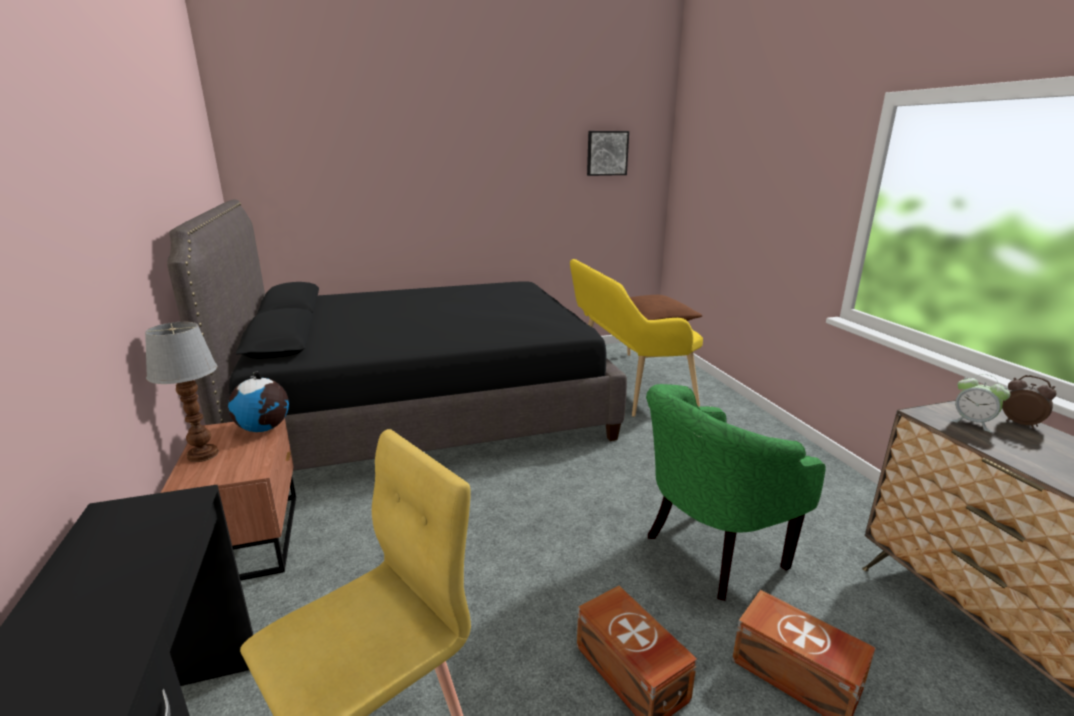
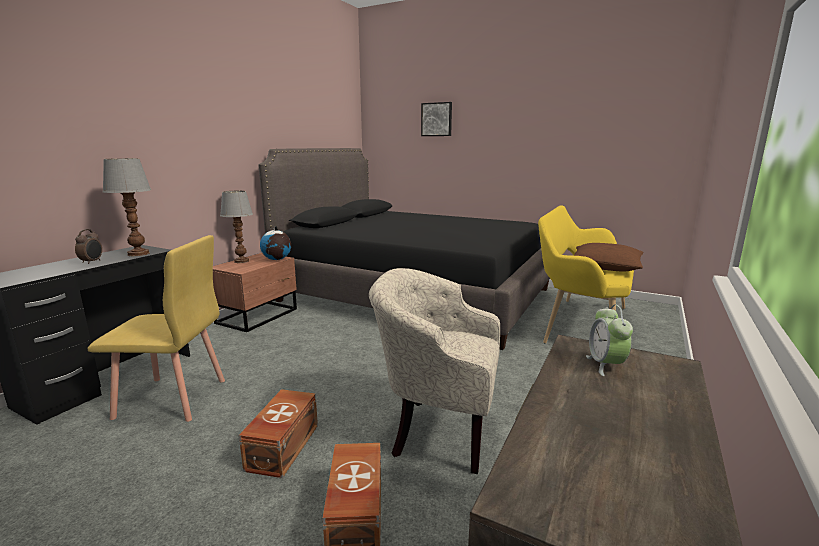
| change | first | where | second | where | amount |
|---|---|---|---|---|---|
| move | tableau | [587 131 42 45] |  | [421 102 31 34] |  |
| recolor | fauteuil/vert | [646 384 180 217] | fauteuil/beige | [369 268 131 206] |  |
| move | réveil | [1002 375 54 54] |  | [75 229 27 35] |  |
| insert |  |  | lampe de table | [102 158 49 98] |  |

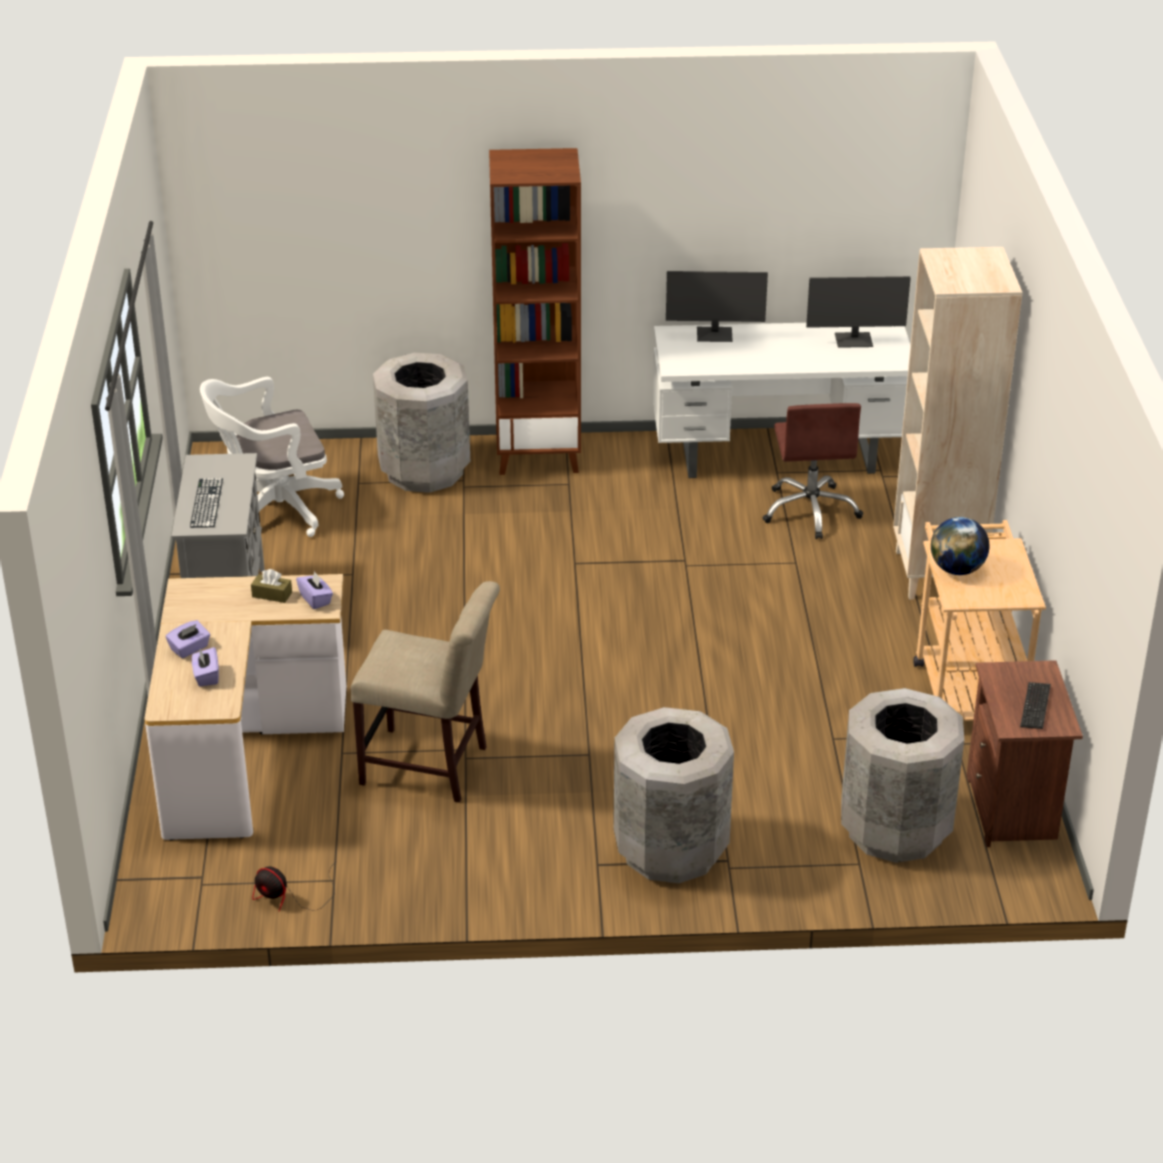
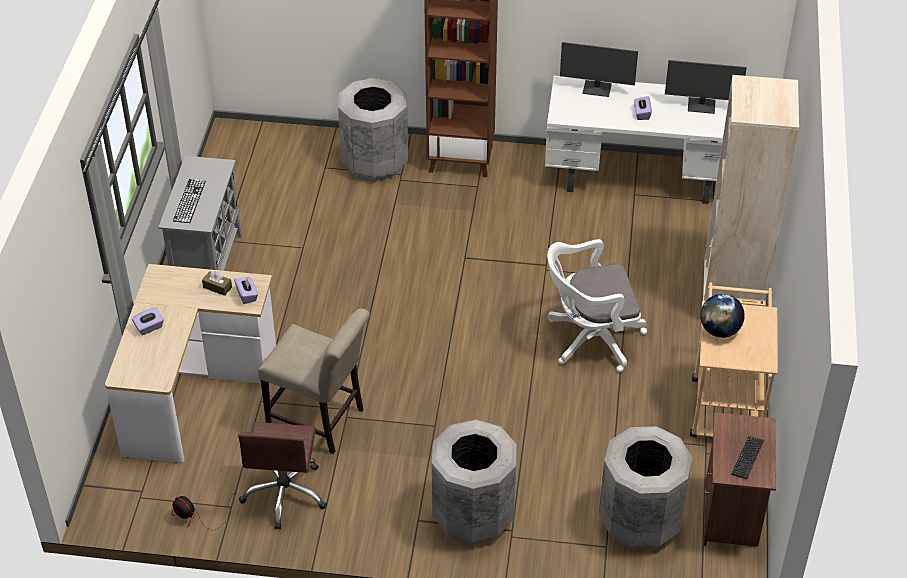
| change | first | where | second | where | amount |
|---|---|---|---|---|---|
| move | boîte à mouchoirs/violet | [192 647 27 39] |  | [634 96 18 24] |  |
| move | chaise de bureau/blanc | [200 377 144 160] |  | [547 239 100 133] |  |
| move | chaise de bureau/marron | [763 403 100 136] |  | [238 422 89 108] |  |

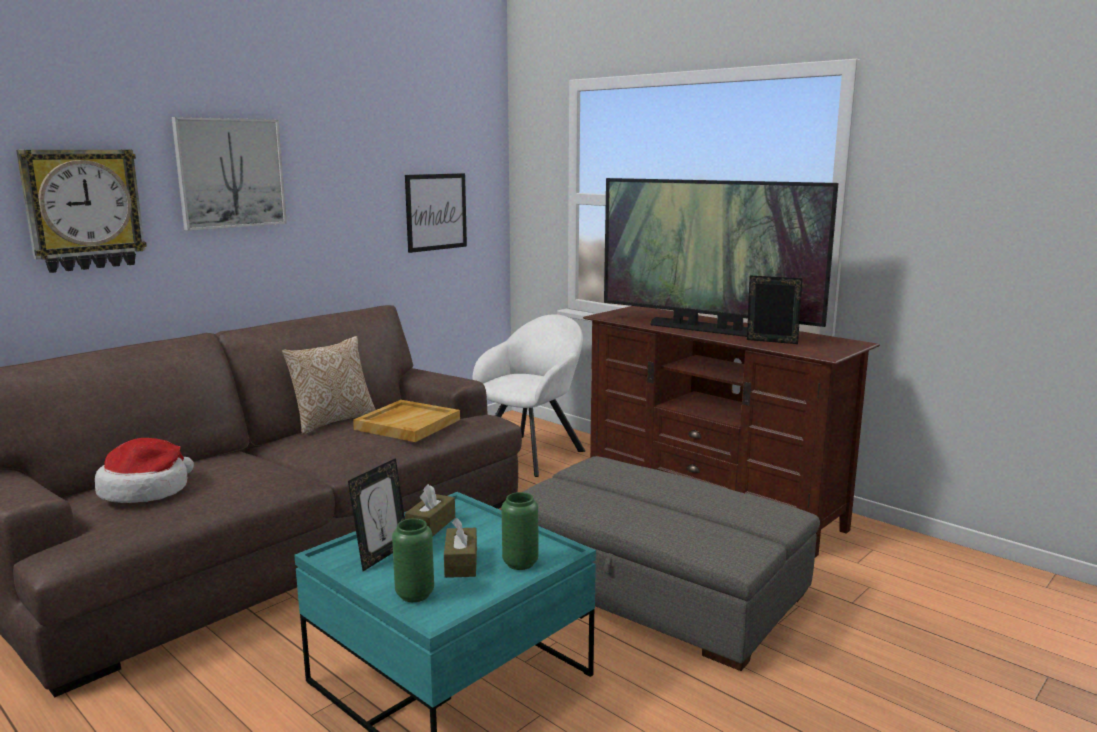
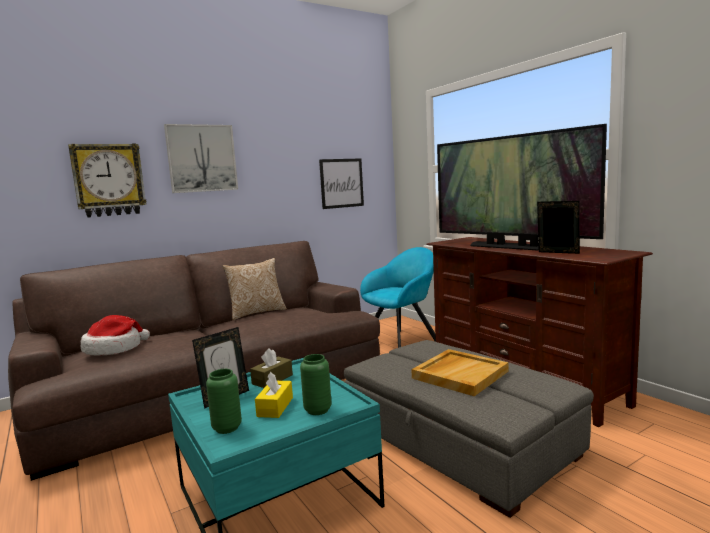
| change | first | where | second | where | amount |
|---|---|---|---|---|---|
| move | plateau/beige | [353 400 107 42] |  | [411 349 97 47] |  |
| recolor | boîte à mouchoirs/marron | [444 518 33 60] | boîte à mouchoirs/jaune | [255 372 38 46] |  |
| recolor | fauteuil/blanc | [472 314 113 163] | fauteuil/turquoise | [360 247 76 101] |  |

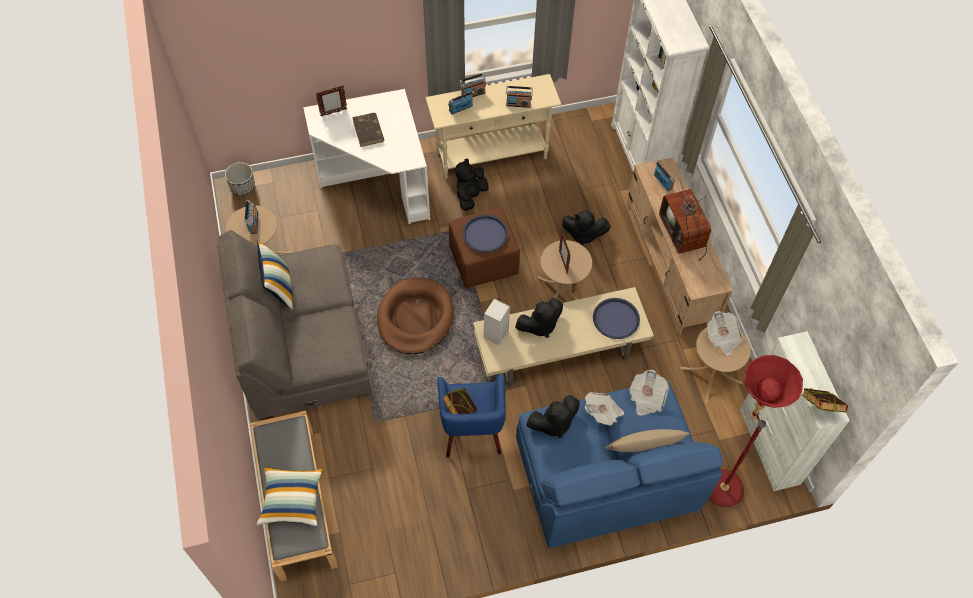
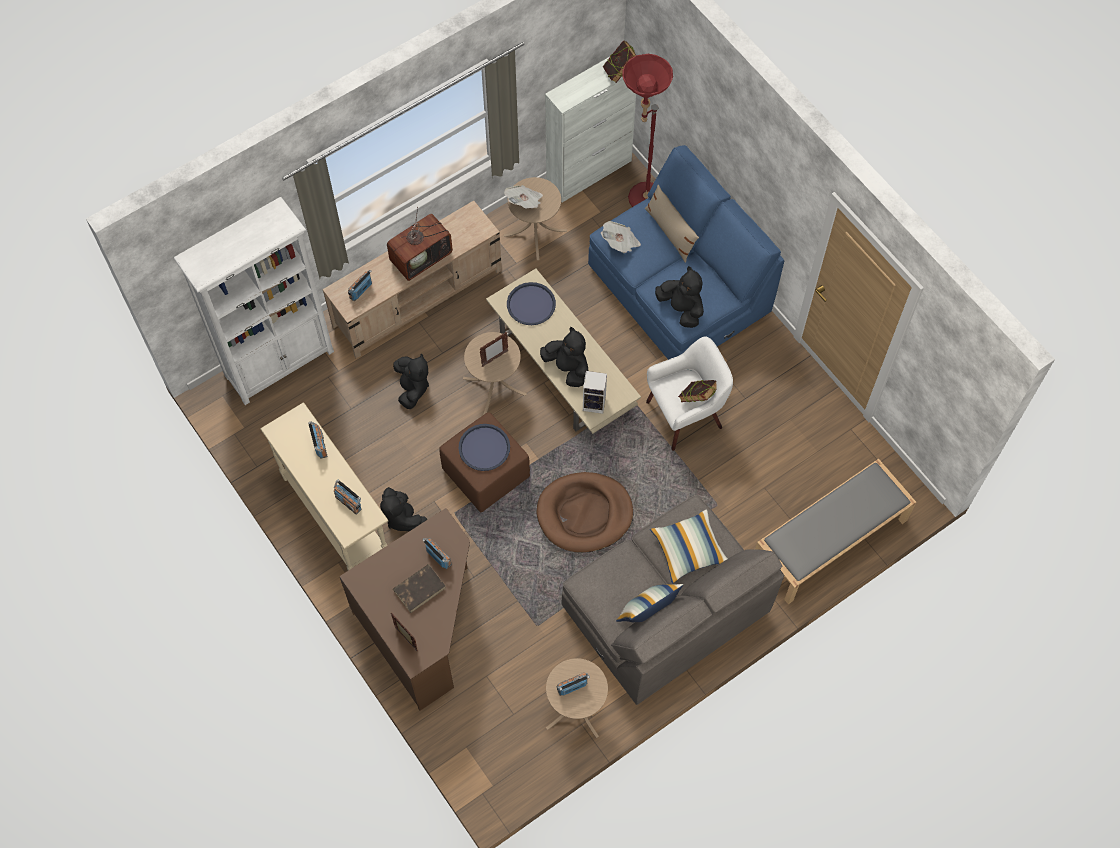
| change | first | where | second | where | amount |
|---|---|---|---|---|---|
| delete | cache-pot | [225 162 30 33] |  |  |  |
| move | coussin | [257 467 66 59] |  | [650 509 78 75] |  |
| recolor | bureau/blanc | [303 89 127 135] | bureau/marron | [339 508 131 203] |  |
| recolor | fauteuil/bleu | [437 374 69 83] | fauteuil/blanc | [646 336 87 115] |  |
| rotate | peluche/noir | [455 159 34 52] |  | [380 487 47 44] | 45 degrees clockwise |
| move | radio | [460 73 26 24] |  | [422 538 30 31] |  |
| delete | journal | [585 392 39 34] |  |  |  |

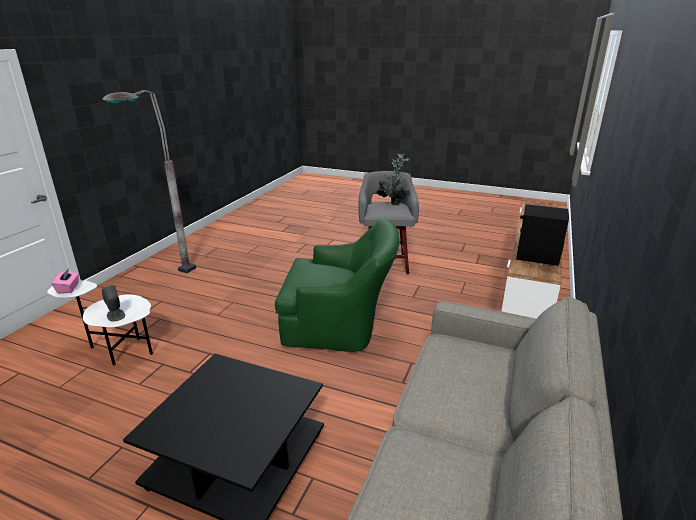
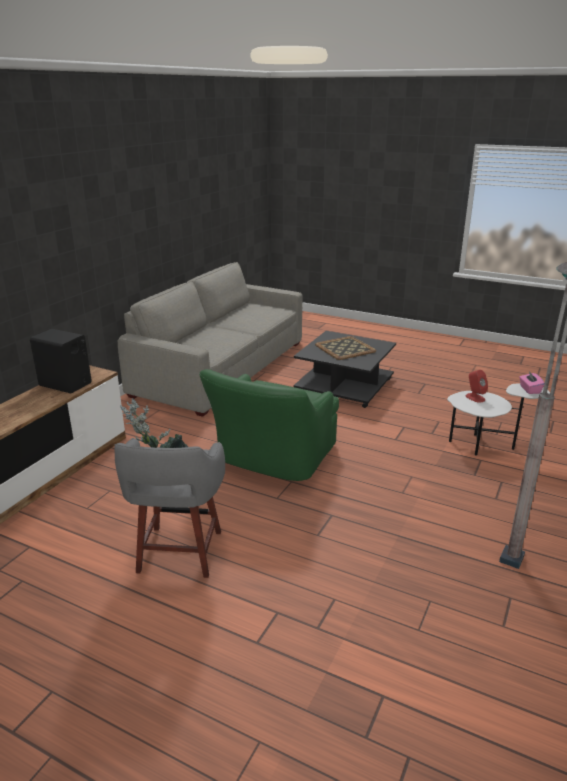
| change | first | where | second | where | amount |
|---|---|---|---|---|---|
| recolor | enceinte/gris | [102 285 23 37] | enceinte/rouge | [466 370 22 33] |  |
| rotate | fauteuil/vert | [275 219 125 133] |  | [199 369 140 112] | 75 degrees counterclockwise |
| insert |  |  | plateau | [315 336 61 24] |  |

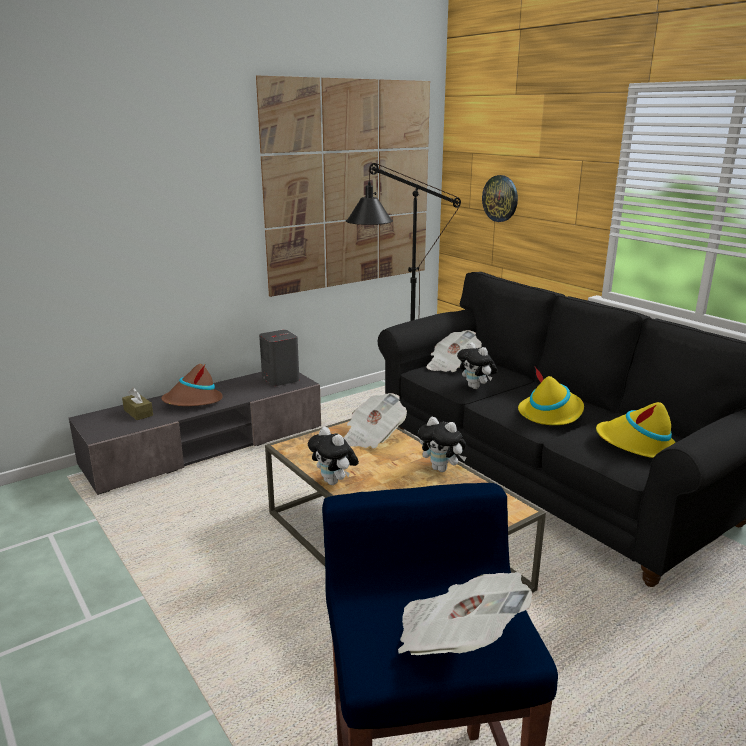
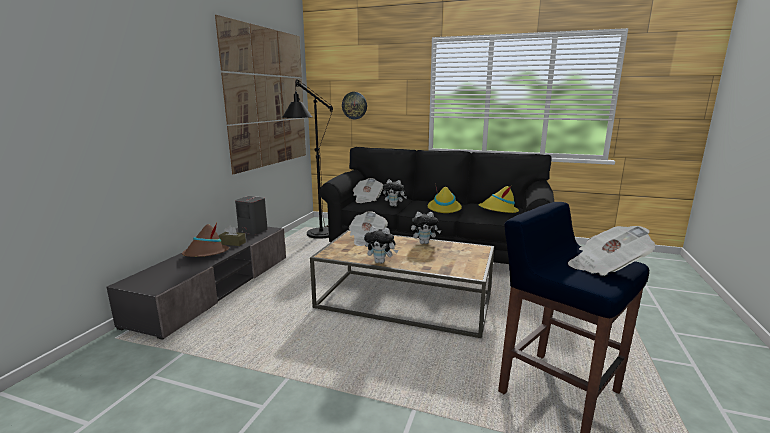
| change | first | where | second | where | amount |
|---|---|---|---|---|---|
| move | boîte à mouchoirs/marron | [122 388 31 32] |  | [219 225 27 21] |  |

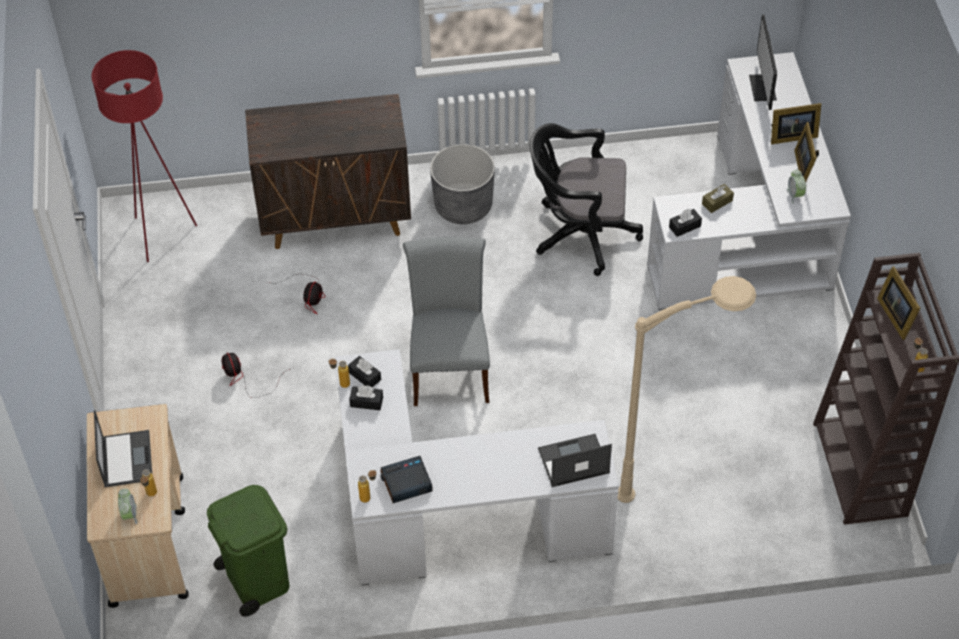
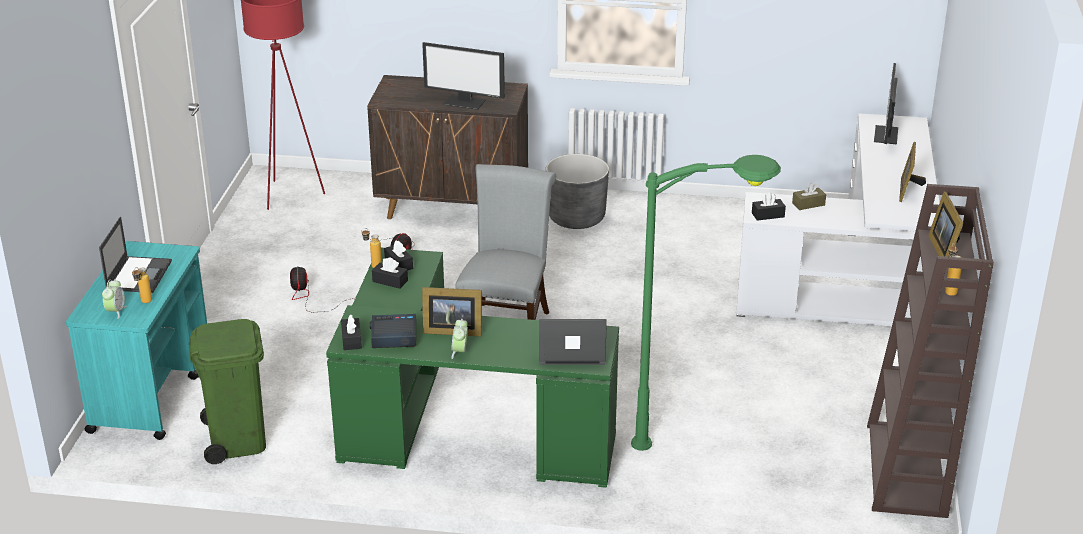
| change | first | where | second | where | amount |
|---|---|---|---|---|---|
| recolor | chariot/beige | [87 404 102 204] | chariot/turquoise | [66 241 141 199] |  |
| recolor | bureau/blanc | [335 349 284 237] | bureau/vert | [326 248 293 240] |  |
| replace | bouteille | [358 470 19 33] | boîte à mouchoirs/noir | [341 314 21 36] |  |
| delete | chaise de bureau/noir | [530 123 113 153] |  |  |  |
| recolor | lampadaire/beige | [618 276 138 227] | lampadaire/vert | [631 155 150 296] |  |
| move | cadre photo | [771 103 50 41] |  | [422 287 60 50] |  |
| move | réveil | [786 170 20 34] |  | [451 319 17 40] |  |
| insert |  |  | écran d'ordinateur | [422 42 83 68] |  |

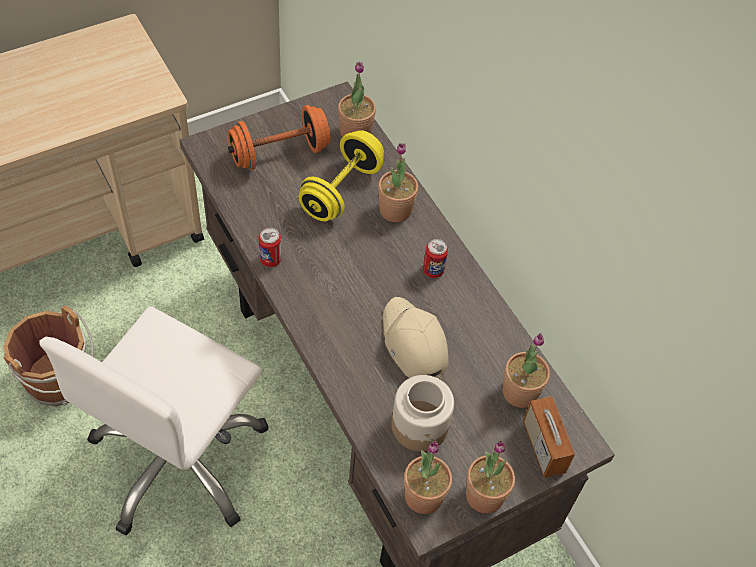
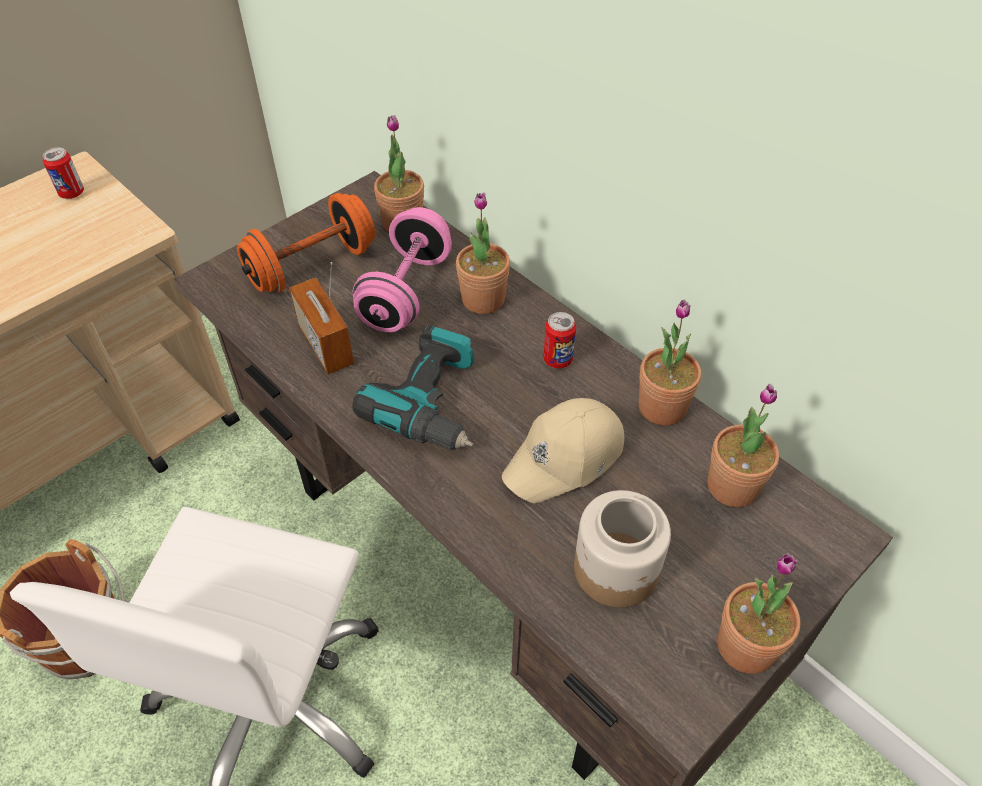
| change | first | where | second | where | amount |
|---|---|---|---|---|---|
| move | boîte métallique | [259 228 23 39] |  | [43 147 41 52] |  |
| recolor | haltère/jaune | [299 130 85 91] | haltère/rose | [353 207 99 125] |  |
| rotate | casquette/beige | [383 297 66 82] |  | [502 398 122 105] | 90 degrees counterclockwise |
| move | plante en pot | [404 441 48 73] |  | [639 299 62 127] |  |
| move | radio | [523 396 59 82] |  | [289 262 65 112] |  |
| insert |  |  | perceuse | [353 325 121 126] |  |

